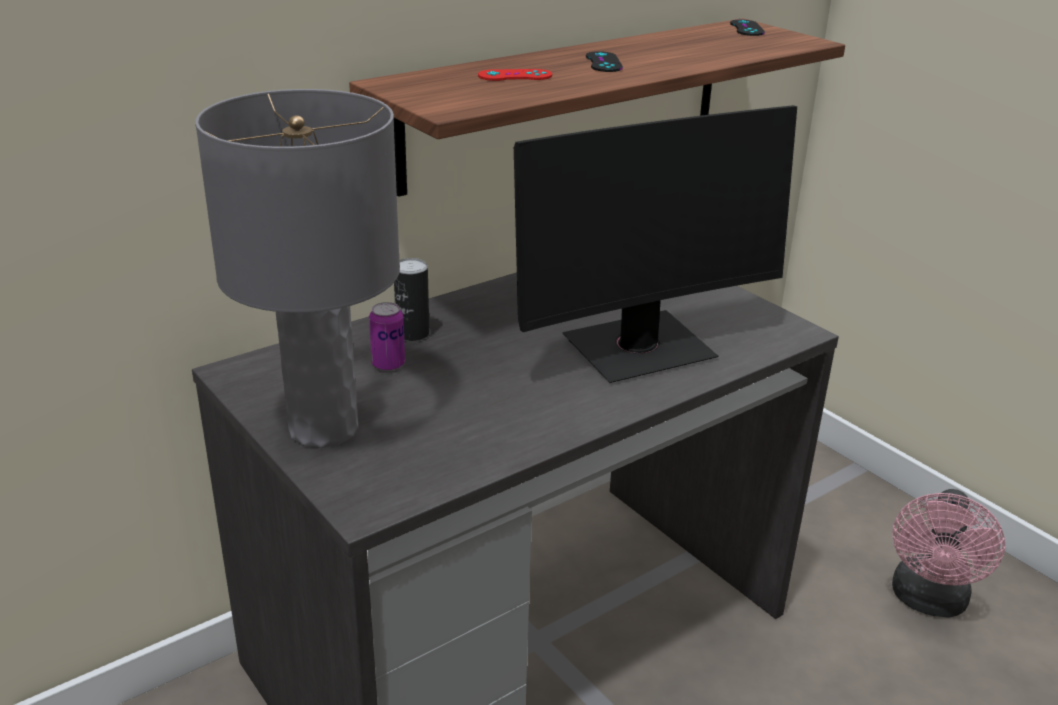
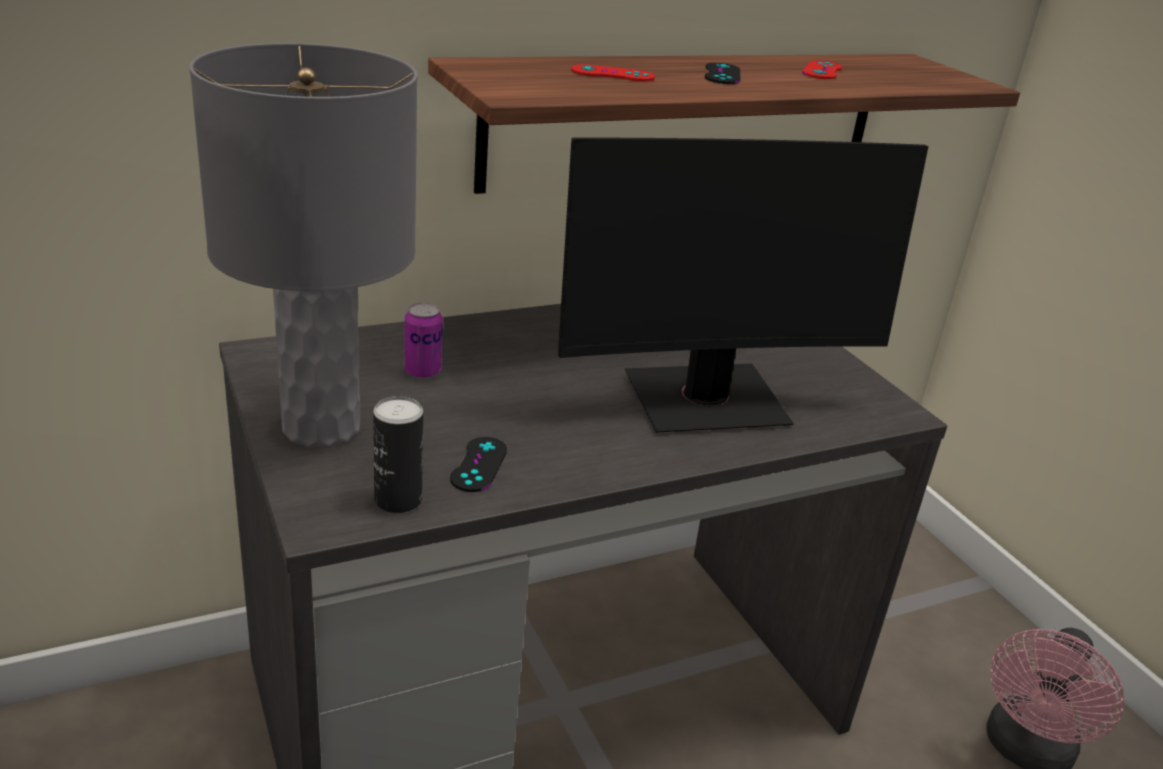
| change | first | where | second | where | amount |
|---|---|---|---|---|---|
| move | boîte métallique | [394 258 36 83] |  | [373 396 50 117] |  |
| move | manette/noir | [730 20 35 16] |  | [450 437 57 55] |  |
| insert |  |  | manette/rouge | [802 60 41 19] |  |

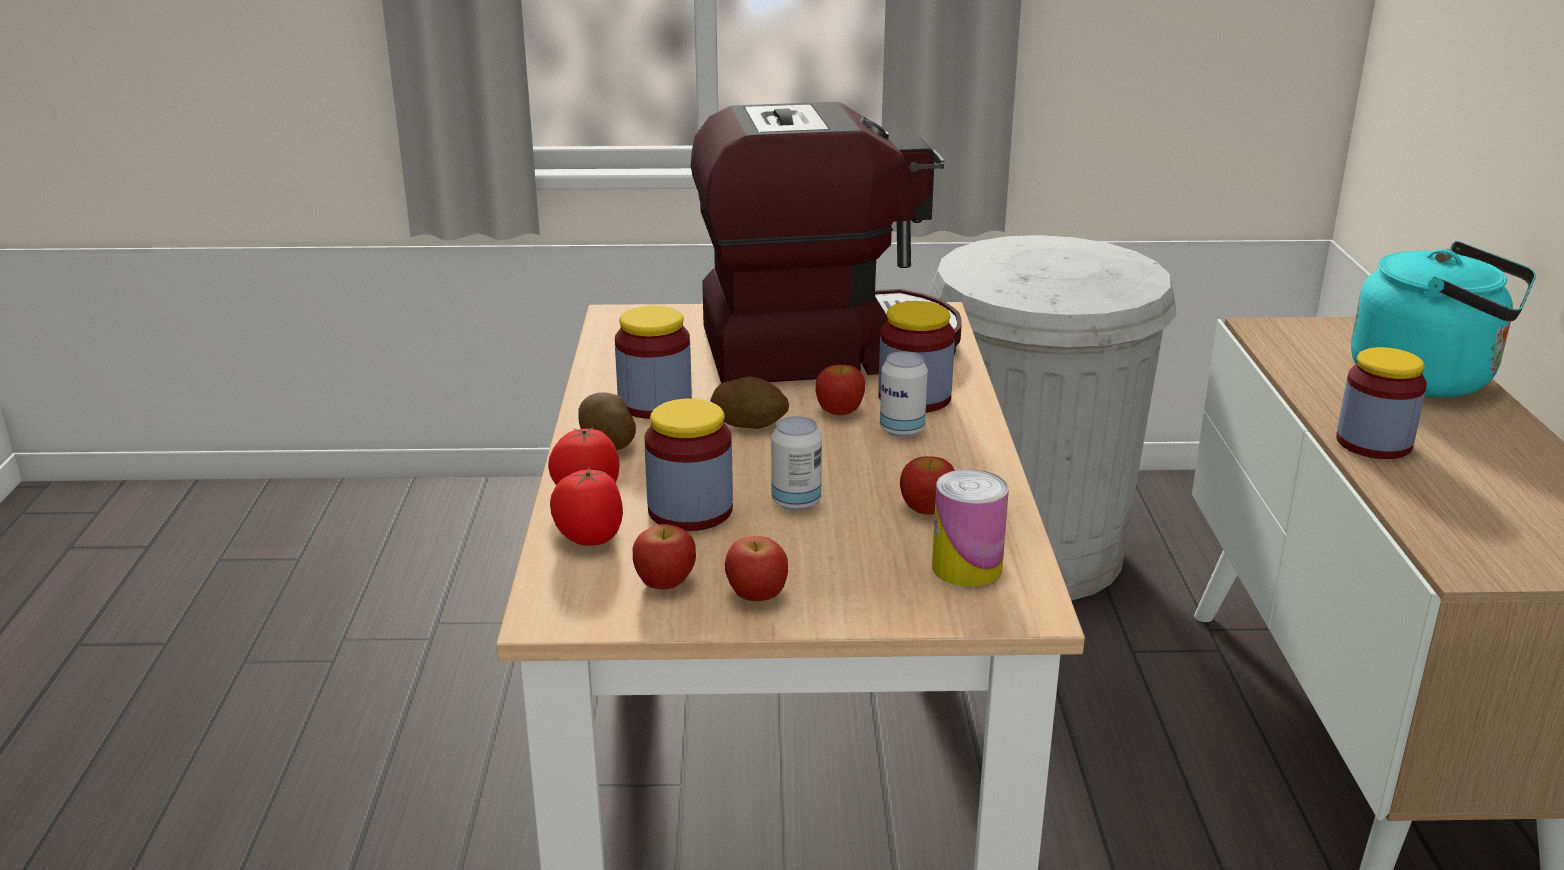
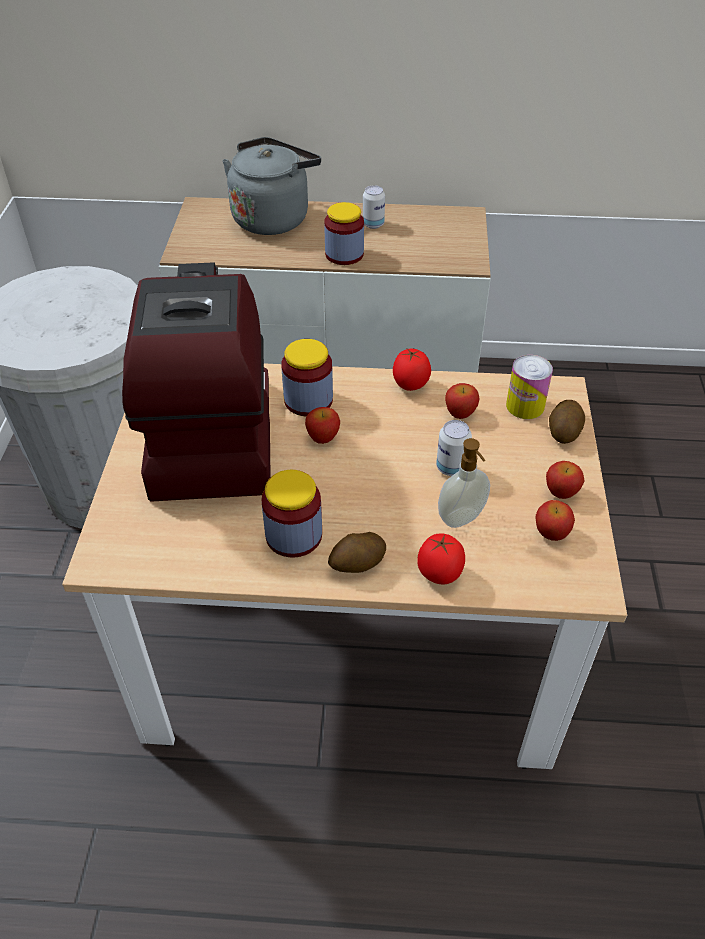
| change | first | where | second | where | amount |
|---|---|---|---|---|---|
| move | tomate | [550 468 73 78] |  | [393 348 38 43] |  |
| replace | bocal | [644 399 89 132] | distributeur de savon | [438 438 52 90] |  |
| move | pomme de terre | [710 376 79 53] |  | [549 400 36 44] |  |
| move | boîte métallique | [880 351 48 87] |  | [363 185 22 44] |  |
| recolor | bouilloire/turquoise | [1351 241 185 157] | bouilloire/gris | [222 137 99 98] |  |

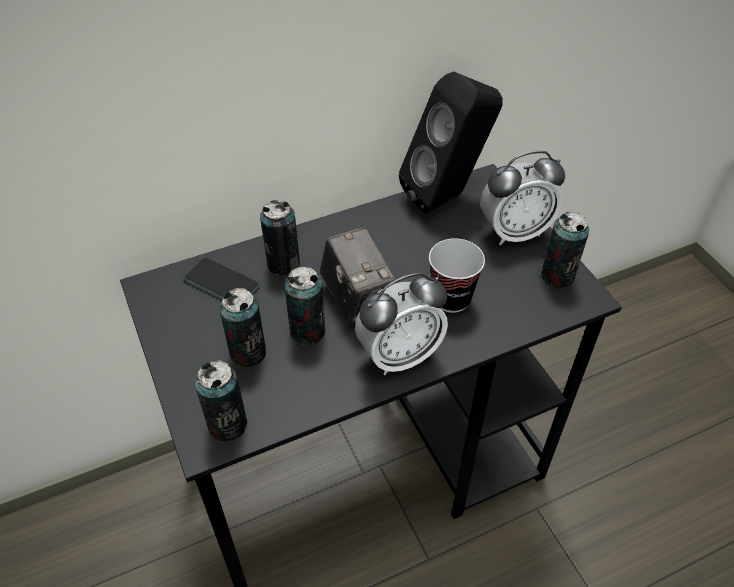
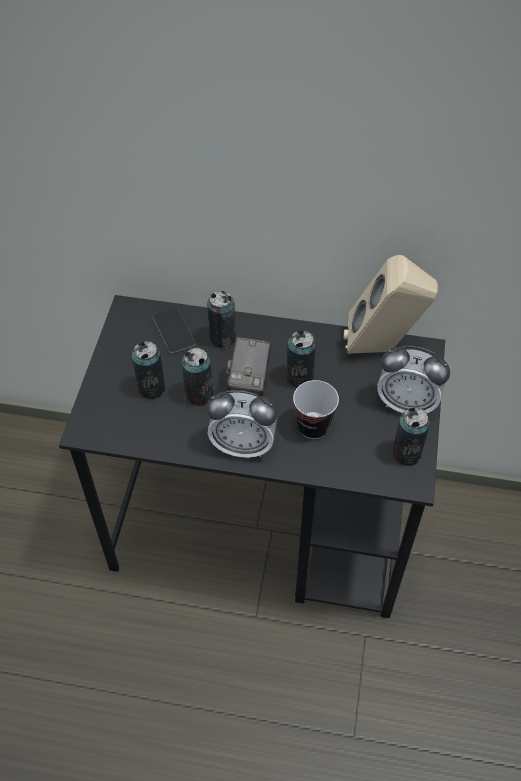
| change | first | where | second | where | amount |
|---|---|---|---|---|---|
| move | boîte métallique | [195 360 52 82] |  | [286 330 30 58] |  |
| recolor | enceinte/noir | [399 71 104 143] | enceinte/beige | [343 255 95 99] |  |

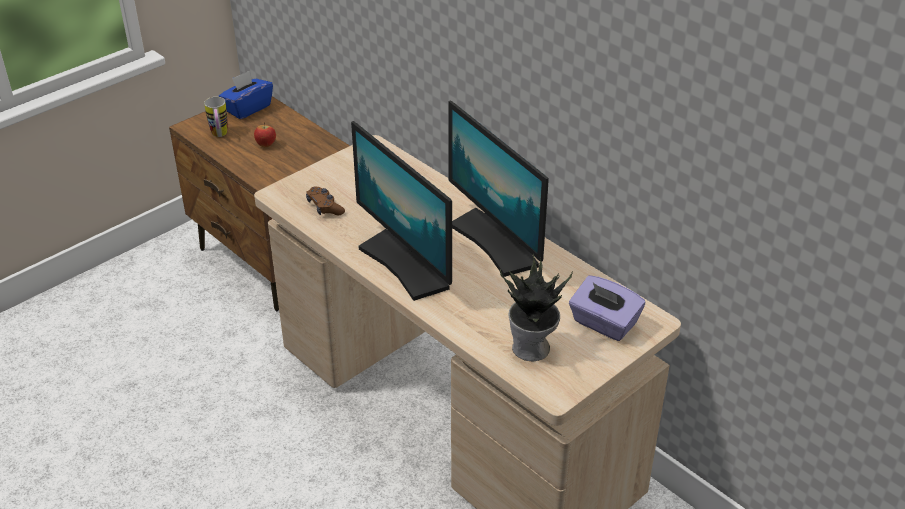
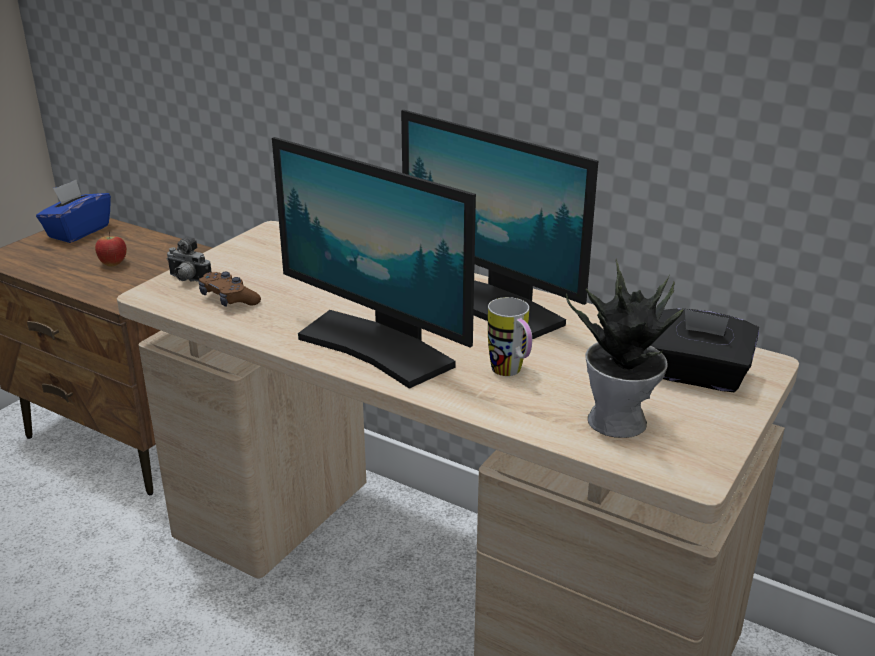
| change | first | where | second | where | amount |
|---|---|---|---|---|---|
| move | mug | [204 97 23 40] |  | [488 297 44 79] |  |
| recolor | boîte à mouchoirs/violet | [569 275 76 66] | boîte à mouchoirs/noir | [651 308 108 84] |  |
| insert |  |  | appareil photo | [167 238 45 44] |  |

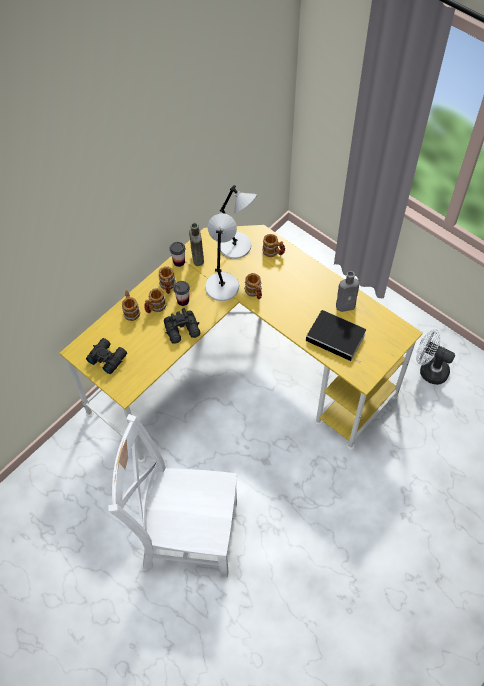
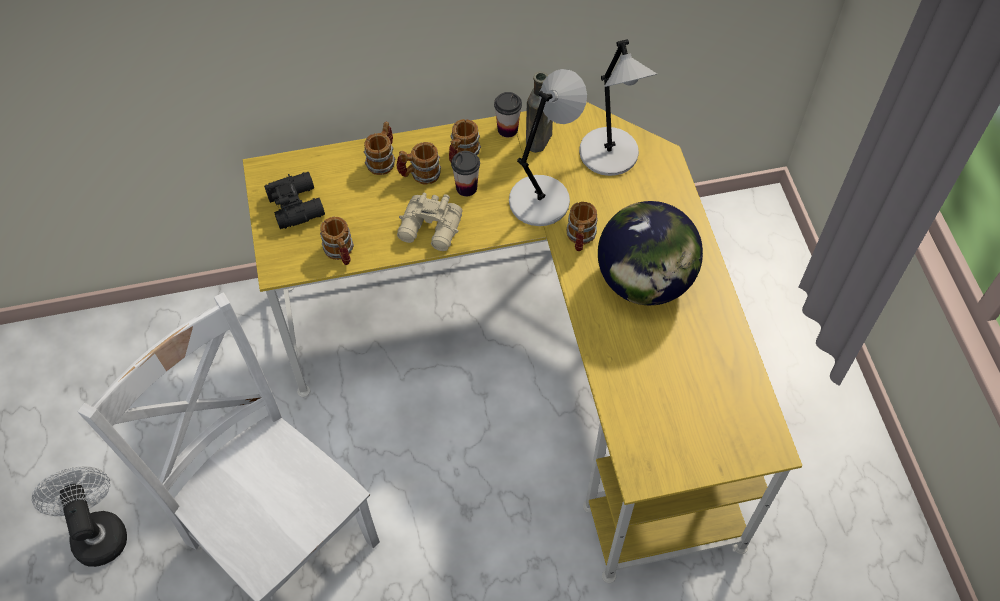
| change | first | where | second | where | amount |
|---|---|---|---|---|---|
| recolor | jumelles/noir | [164 308 37 36] | jumelles/beige | [397 193 66 58] |  |
| move | mug | [262 234 23 23] |  | [320 216 34 49] |  |
| delete | livre | [306 310 60 53] |  |  |  |
| delete | bouteille/gris | [336 271 23 41] |  |  |  |
| move | ventilateur/blanc | [416 329 39 56] |  | [32 466 95 101] |  |
| insert |  |  | globe | [598 201 105 104] |  |

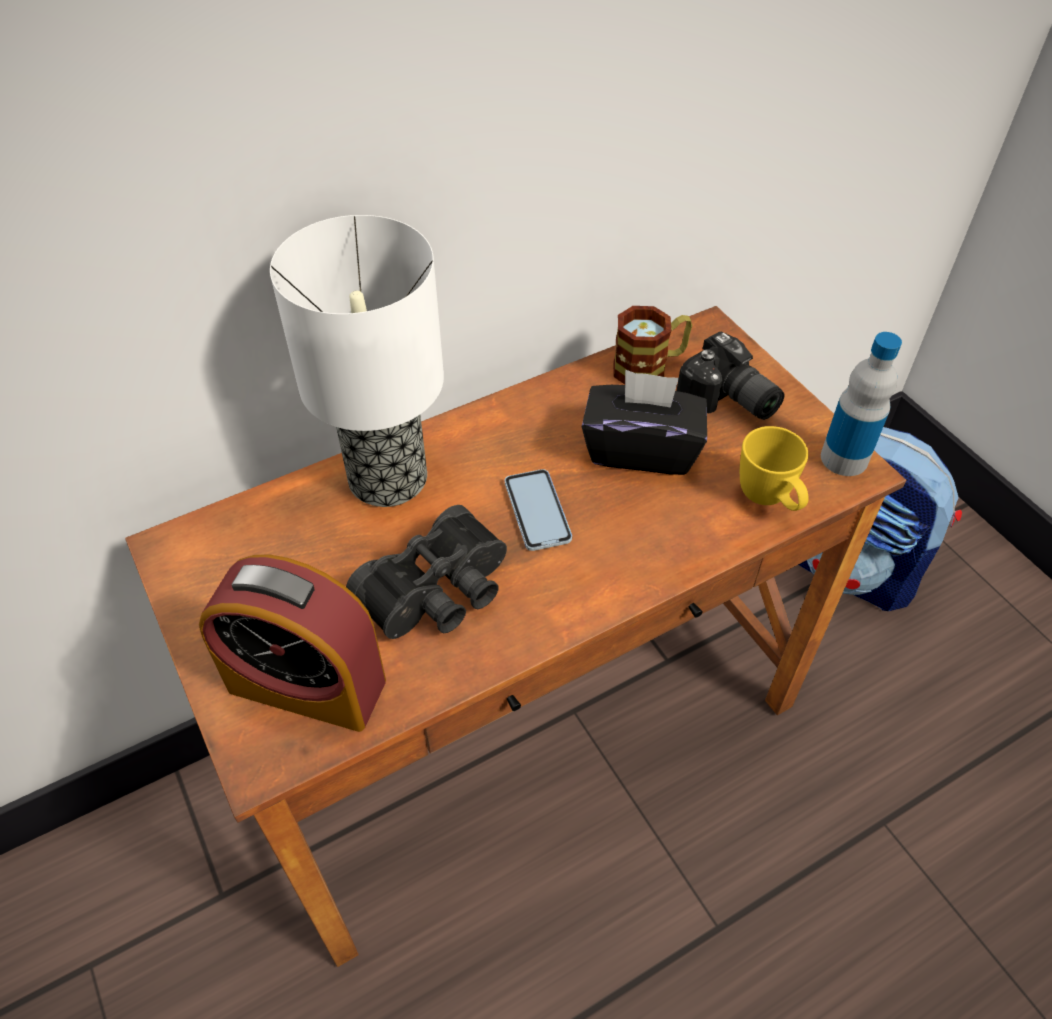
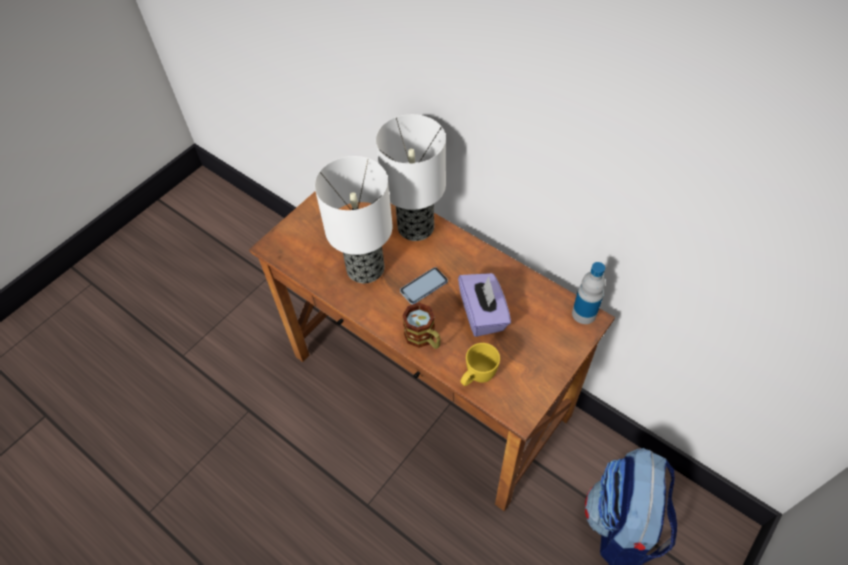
| change | first | where | second | where | amount |
|---|---|---|---|---|---|
| delete | réveil | [199 555 187 177] |  |  |  |
| replace | jumelles/noir | [346 505 161 134] | lampe de table | [315 156 78 127] |  |
| recolor | boîte à mouchoirs/noir | [581 370 126 105] | boîte à mouchoirs/violet | [458 273 53 64] |  |
| move | mug | [613 306 79 79] |  | [402 303 39 46] |  |
| delete | appareil photo | [677 331 108 89] |  |  |  |
| move | bouteille | [821 332 81 144] |  | [572 262 34 62] |  |

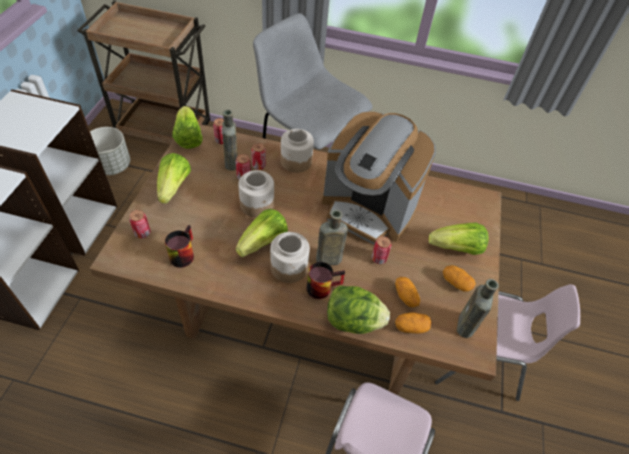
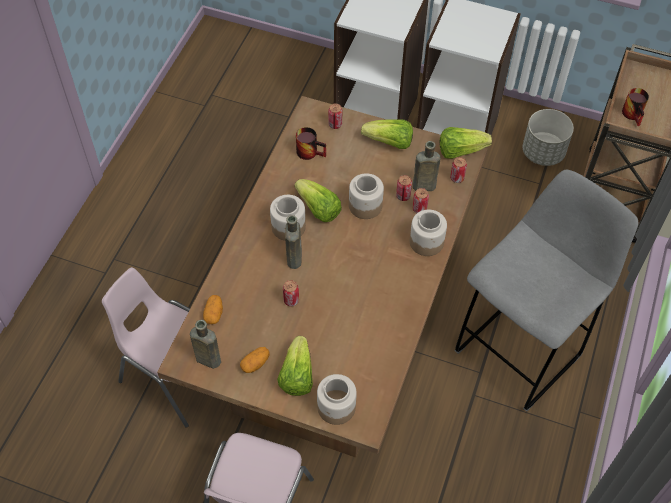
| change | first | where | second | where | amount |
|---|---|---|---|---|---|
| move | mug | [307 262 38 37] |  | [622 88 27 38] |  |
| delete | machine à café | [322 112 114 133] |  |  |  |
| delete | laitue | [327 285 63 49] |  |  |  |
| delete | pomme de terre | [395 277 25 30] |  |  |  |
| insert |  |  | bocal | [317 374 40 51] |  |

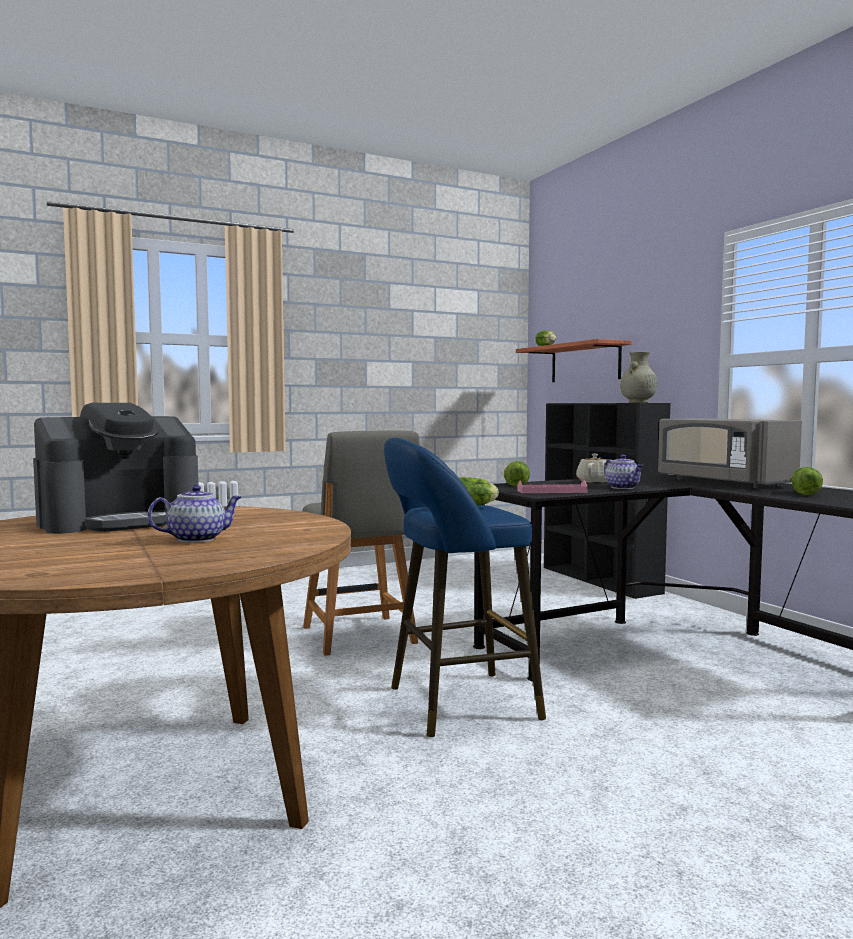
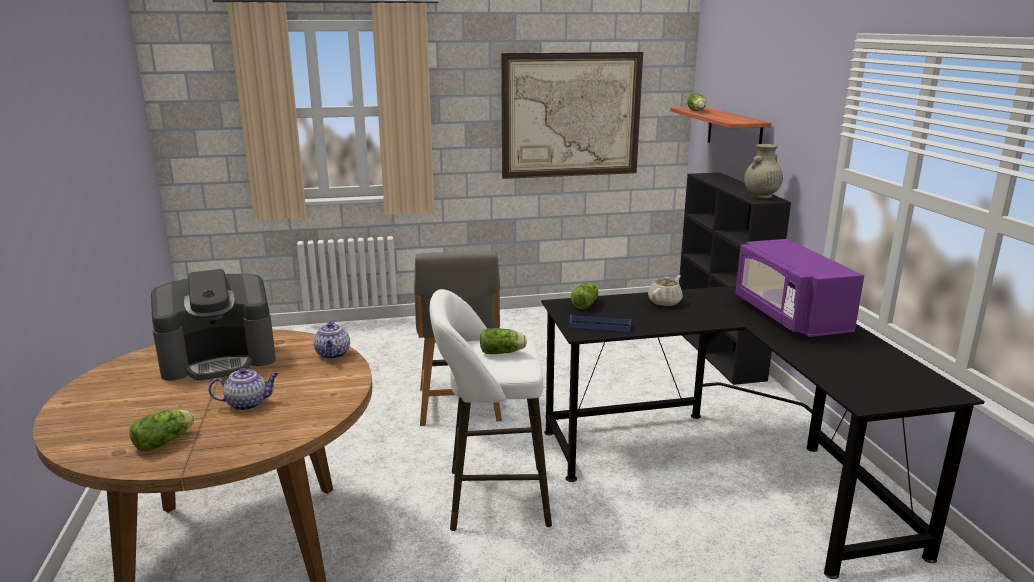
| change | first | where | second | where | amount |
|---|---|---|---|---|---|
| recolor | tabouret/bleu | [384 438 162 299] | tabouret/blanc | [429 289 123 242] |  |
| recolor | plateau/rose | [517 480 71 13] | plateau/bleu | [570 314 61 18] |  |
| move | théière | [604 454 40 35] |  | [314 320 36 39] |  |
| recolor | micro-ondes/gris | [658 418 144 70] | micro-ondes/violet | [736 239 128 98] |  |
| move | laitue | [791 467 32 28] |  | [129 409 65 43] |  |
| insert |  |  | tableau | [501 52 142 127] |  |

